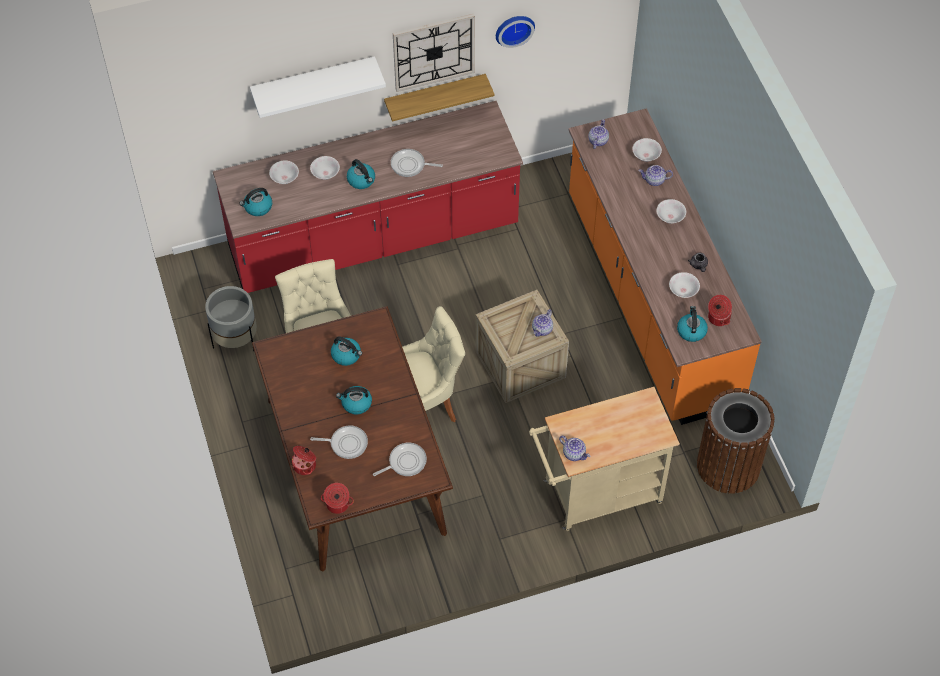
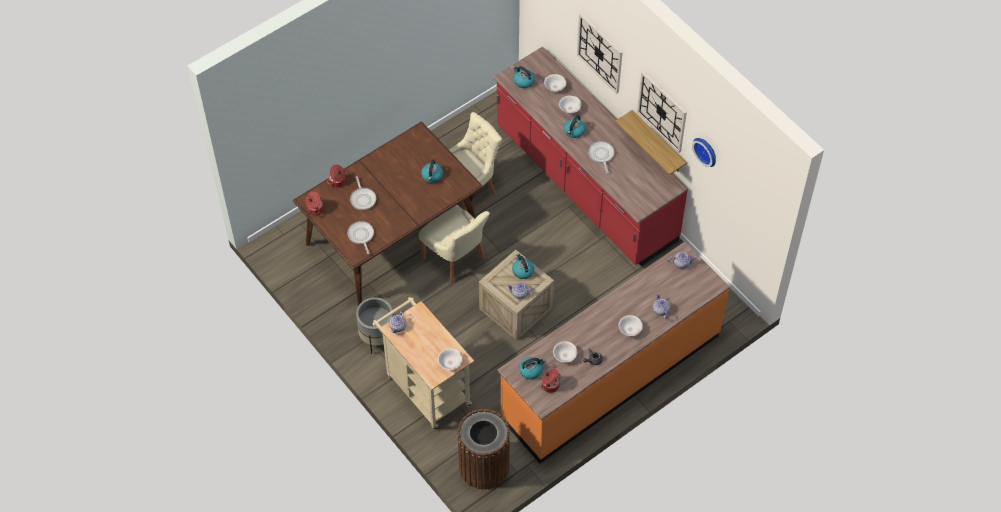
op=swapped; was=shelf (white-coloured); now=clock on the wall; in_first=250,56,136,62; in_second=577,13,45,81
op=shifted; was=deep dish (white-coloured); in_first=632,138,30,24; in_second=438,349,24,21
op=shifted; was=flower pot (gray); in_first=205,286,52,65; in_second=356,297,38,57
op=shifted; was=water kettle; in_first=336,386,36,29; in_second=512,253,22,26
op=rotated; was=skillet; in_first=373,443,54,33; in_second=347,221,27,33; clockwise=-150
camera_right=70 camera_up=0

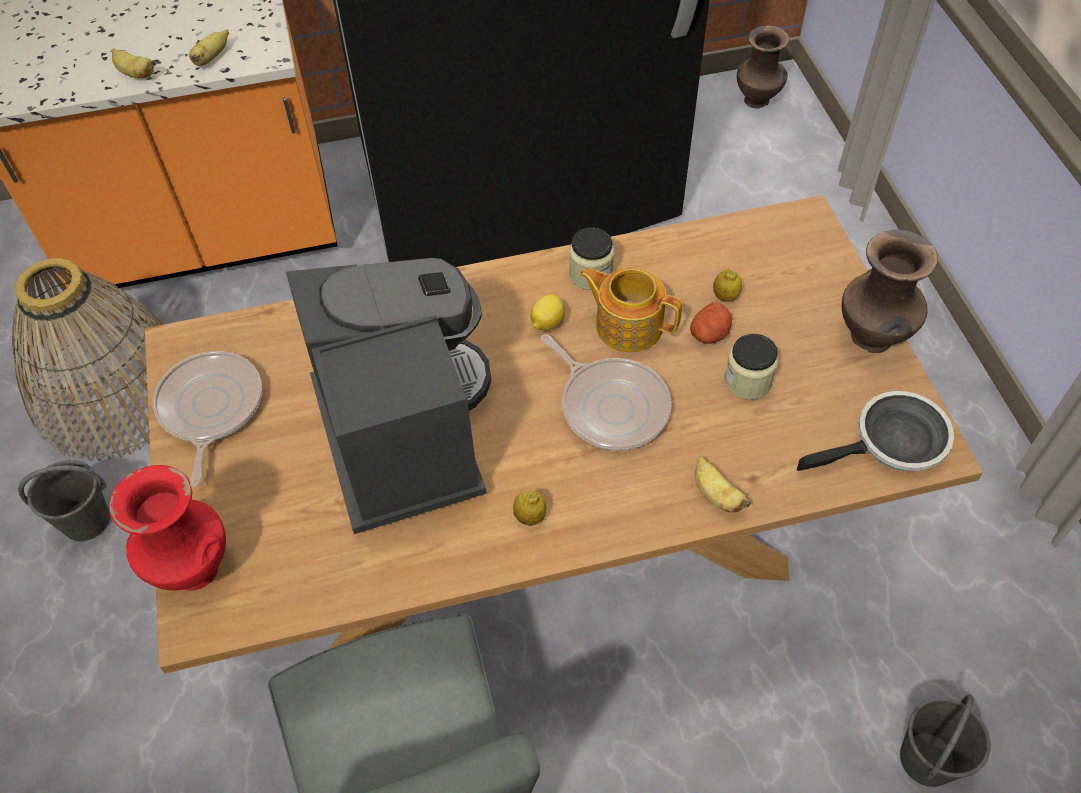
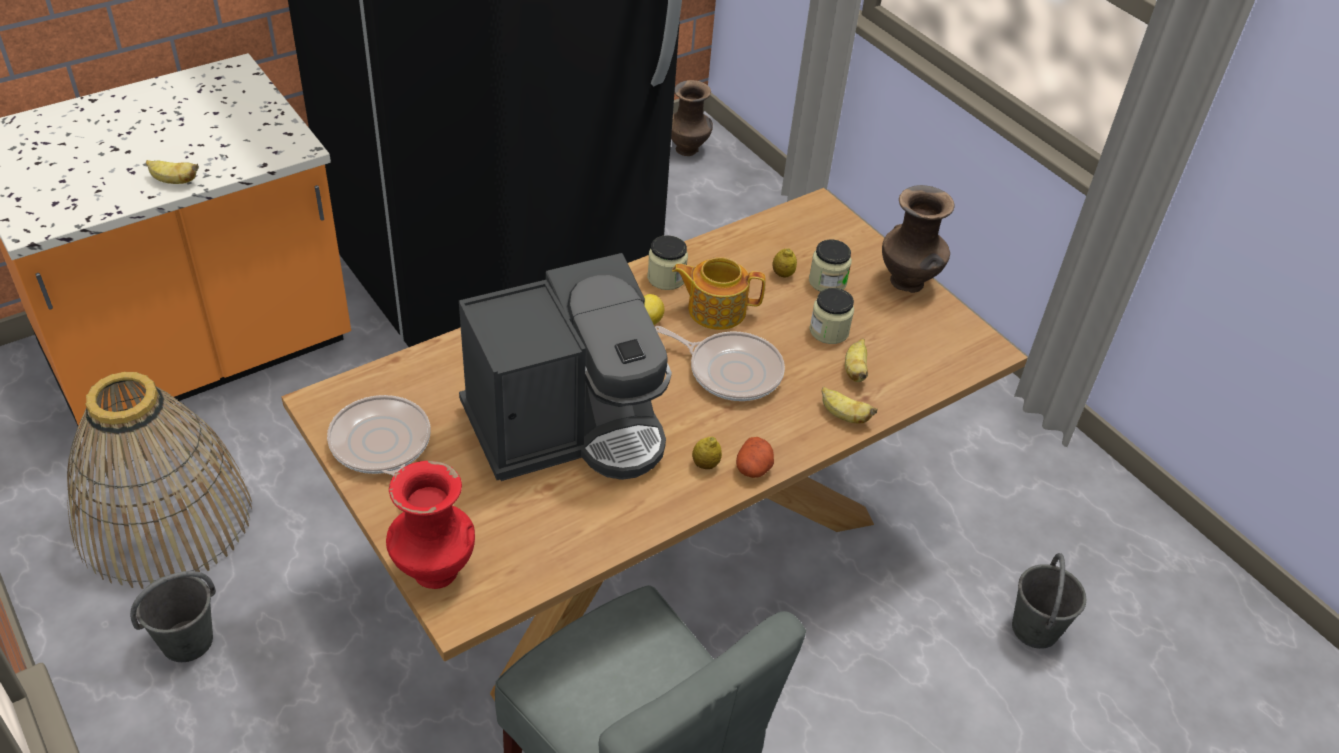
op=shifted; was=banana fruit; in_first=189,29,40,37; in_second=845,339,23,43
op=rotated; was=coffee machine; in_first=286,258,205,276; in_second=459,253,213,228; clockwise=105
op=shifted; was=spud; in_first=690,302,42,42; in_second=736,437,38,41
op=gone; was=skillet; in_first=797,391,157,80
op=new; now=storage jar; in_second=809,239,43,53
camera_right=-25 camera_up=-10

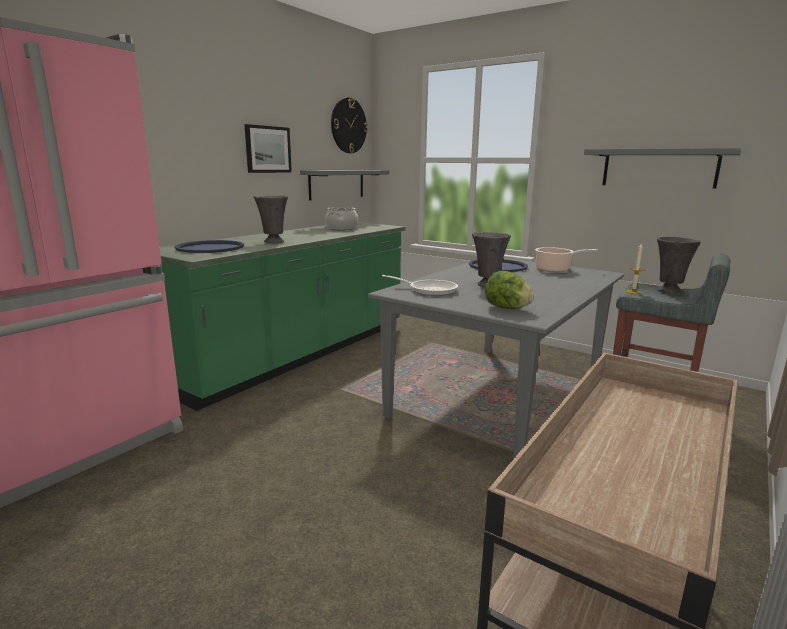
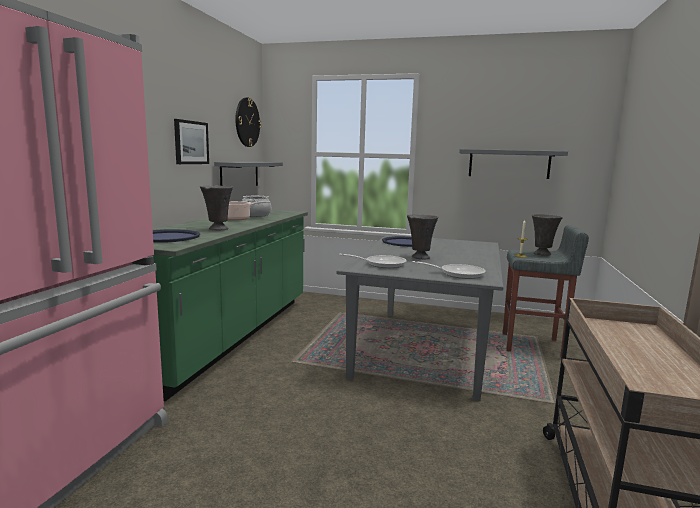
op=shifted; was=saucepot; in_first=535,247,63,25; in_second=228,201,42,19
op=swapped; was=lettuce; now=skillet; in_first=485,271,49,38; in_second=412,261,74,18
camera_right=-20 camera_up=-5

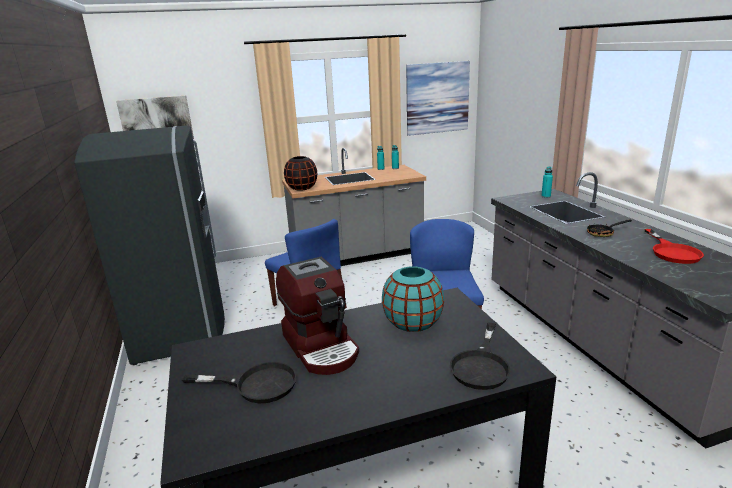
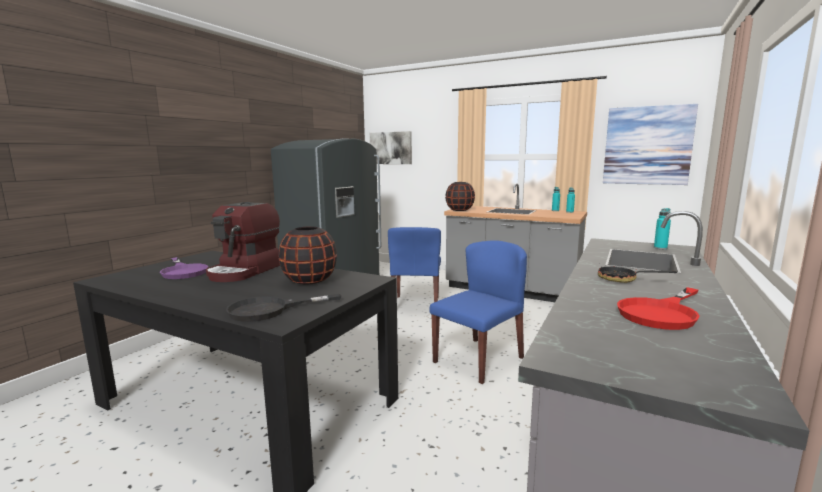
op=repainted; was=vase (blue-green); now=vase (black-coloured); in_first=382,266,62,66; in_second=278,227,59,58
op=repainted; was=skillet (black-coloured); now=skillet (purple); in_first=182,362,115,41; in_second=160,257,48,22
camera_right=45 camera_up=-10

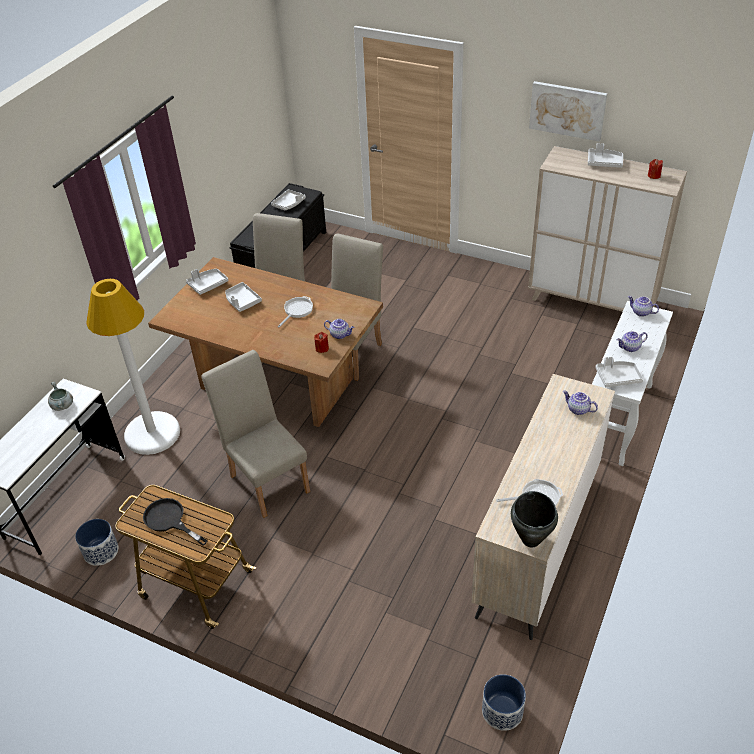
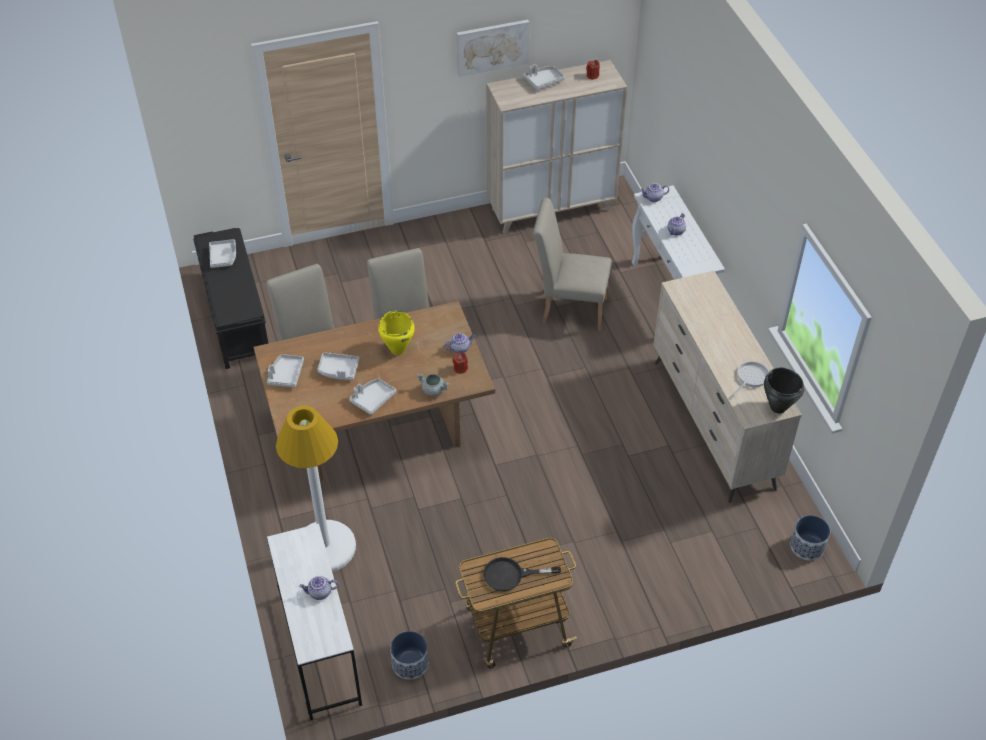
op=swapped; was=skillet; now=saucepot (yellow-coloured); in_first=278,296,35,31; in_second=378,311,37,44
op=shifted; was=chair (beige-coloured); in_first=201,350,109,168; in_second=533,198,79,134
op=shifted; was=carrying tray (gray); in_first=595,357,48,30; in_second=349,378,47,37
op=shifted; was=saucepot (gray); in_first=48,382,25,29; in_second=417,373,33,23
op=shifted; was=teapot; in_first=563,391,35,24; in_second=299,576,40,24
camera_right=-45 camera_up=5

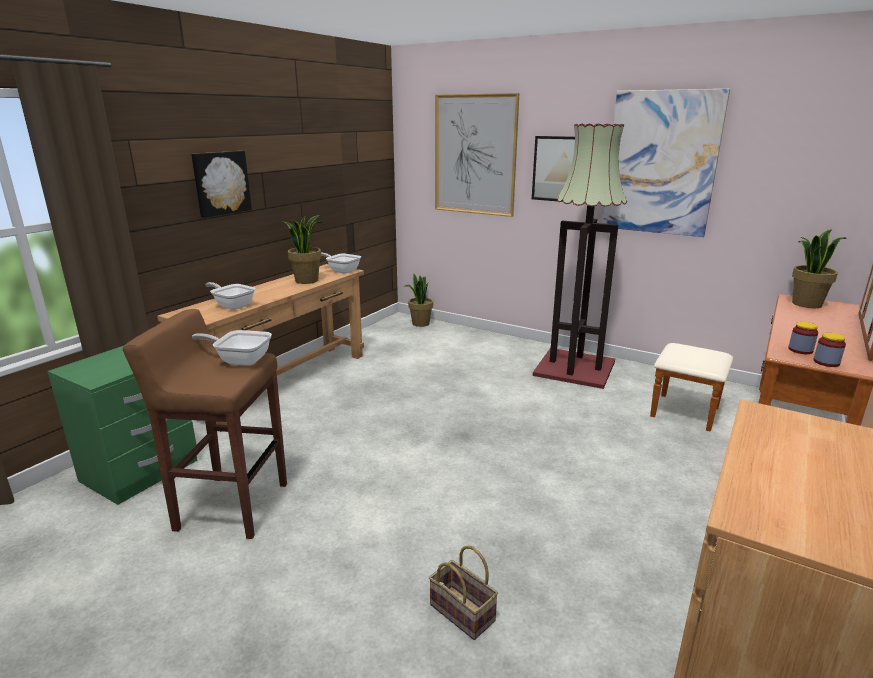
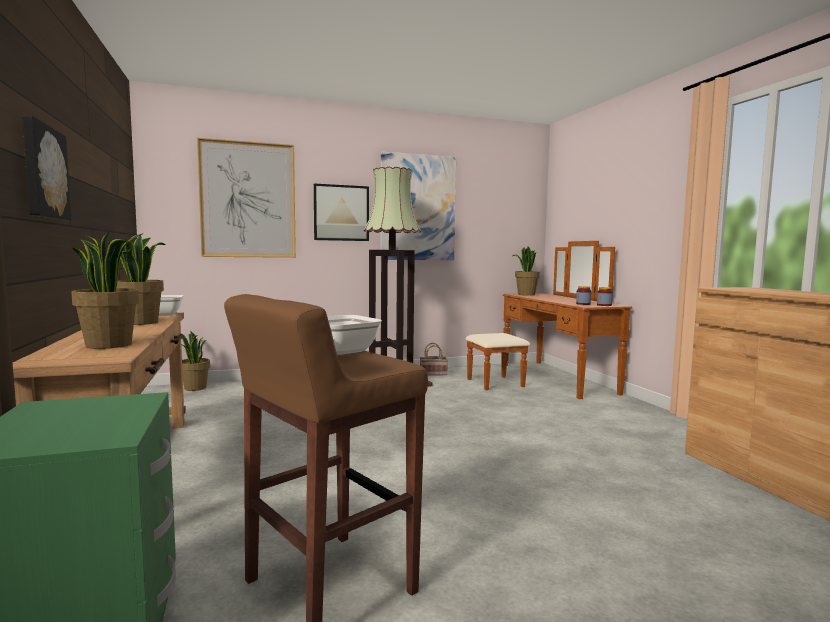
op=swapped; was=skillet; now=houseplant; in_first=205,282,50,28; in_second=71,230,72,119
op=shifted; was=storage basket; in_first=429,546,69,94; in_second=420,343,28,33
camera_right=-50 camera_up=-15

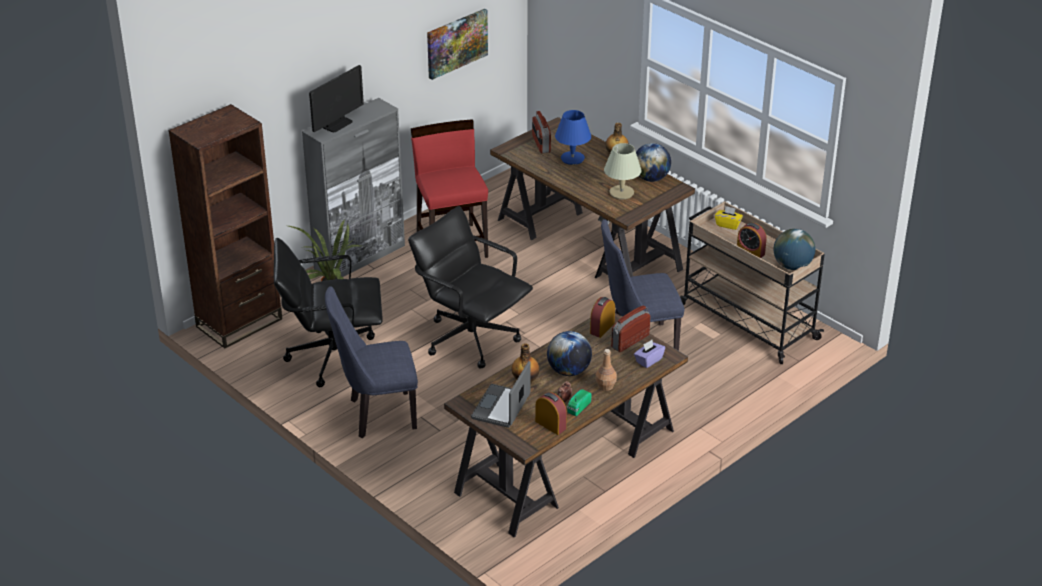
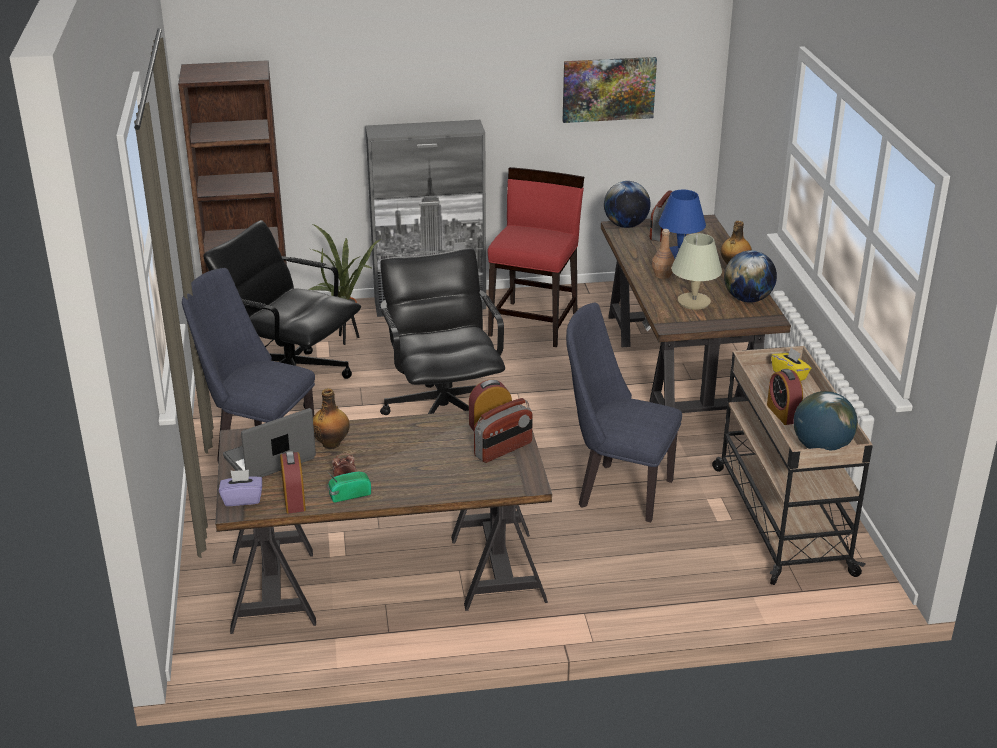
op=gone; was=computer screen; in_first=309,65,55,67
op=rotated; was=radio; in_first=611,306,39,46; in_second=474,398,59,65; clockwise=150
op=shifted; was=globe; in_first=547,331,45,45; in_second=604,181,46,47
op=shifted; was=tissue holder (purple); in_first=634,340,31,28; in_second=219,470,43,36
op=shifted; was=drink bottle (brown); in_first=595,349,22,42; in_second=652,229,23,50
camera_right=35 camera_up=-5

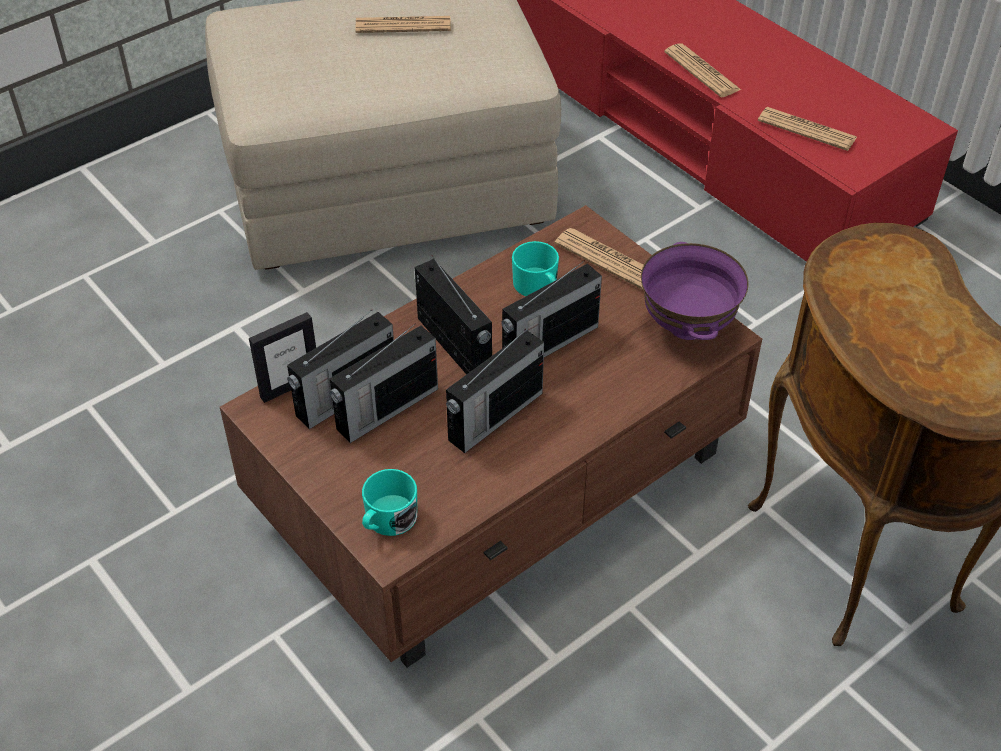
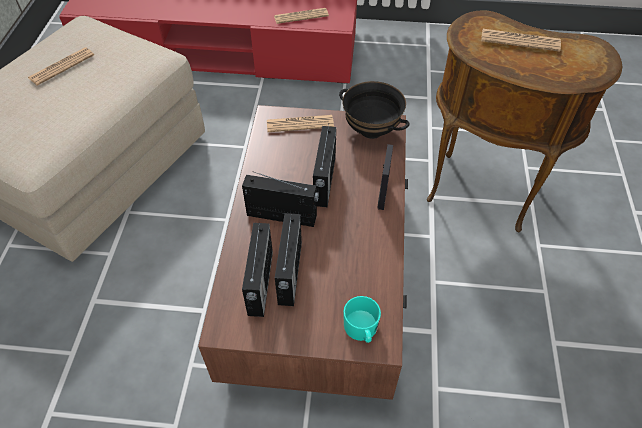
op=shifted; was=printed paper; in_first=664,43,77,55; in_second=481,29,80,23
op=gone; was=tea mug (blue-green); in_first=512,241,47,55
op=repainted; was=deep dish (purple); now=deep dish (black-coloured); in_first=641,242,108,98; in_second=339,81,71,58
op=shifted; was=standing frame; in_first=249,312,67,91; in_second=377,144,16,66
op=gone; was=radio; in_first=446,329,98,124
camera_right=-45 camera_up=5

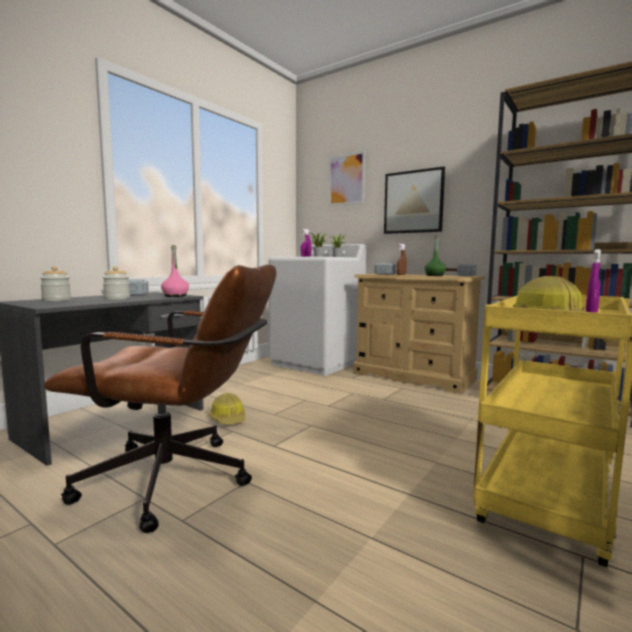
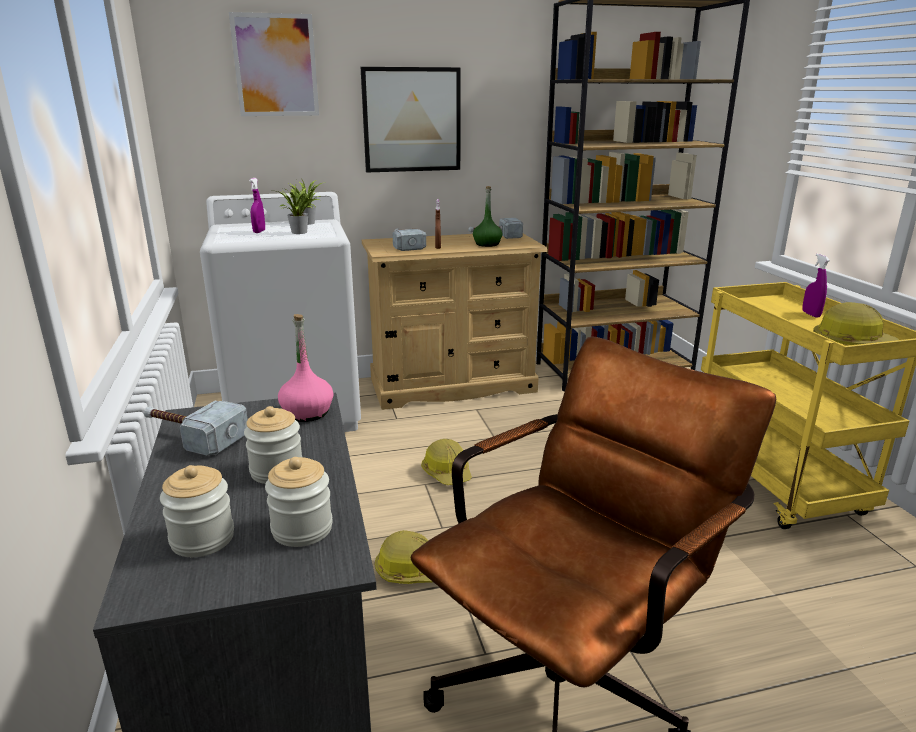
op=new; now=work helmet; in_second=421,439,51,46
op=new; now=storage jar; in_second=265,457,68,90
camera_right=-50 camera_up=15

